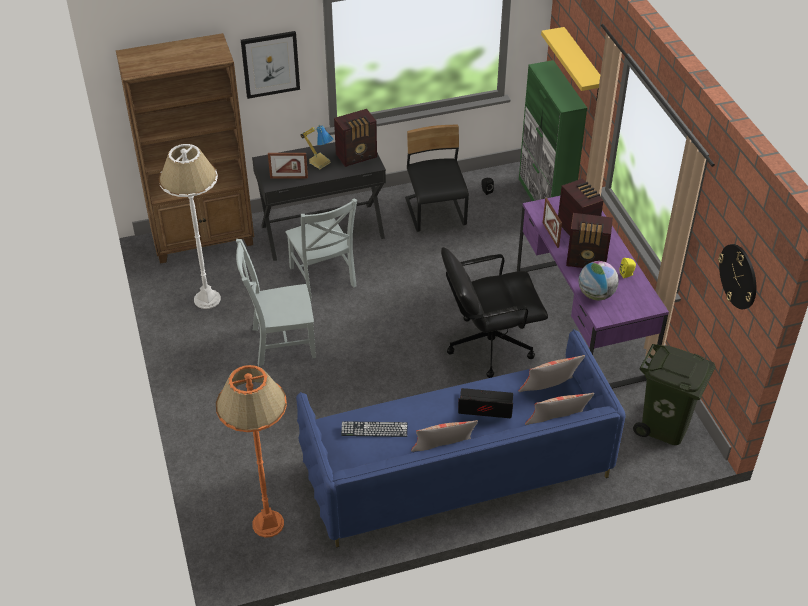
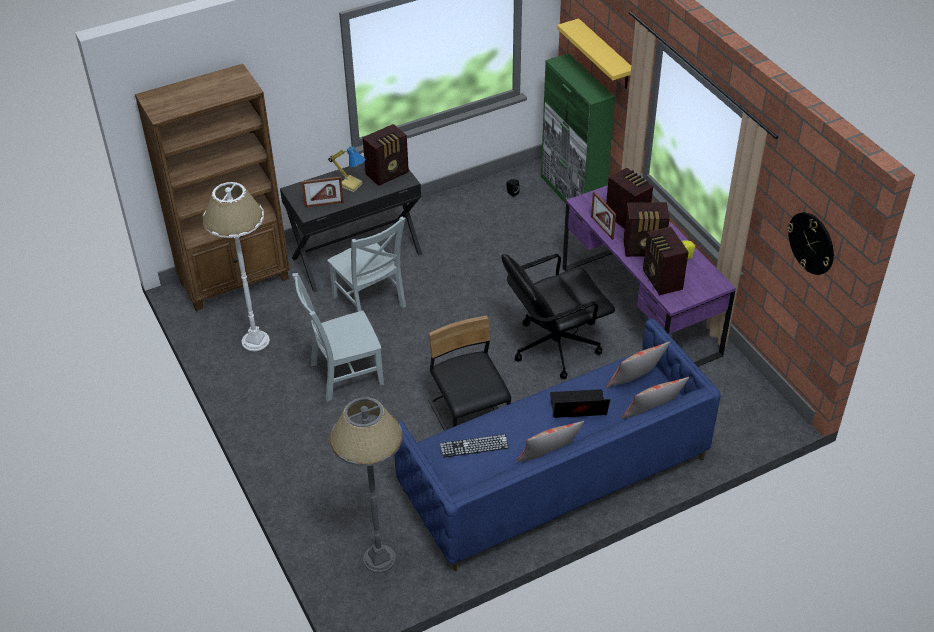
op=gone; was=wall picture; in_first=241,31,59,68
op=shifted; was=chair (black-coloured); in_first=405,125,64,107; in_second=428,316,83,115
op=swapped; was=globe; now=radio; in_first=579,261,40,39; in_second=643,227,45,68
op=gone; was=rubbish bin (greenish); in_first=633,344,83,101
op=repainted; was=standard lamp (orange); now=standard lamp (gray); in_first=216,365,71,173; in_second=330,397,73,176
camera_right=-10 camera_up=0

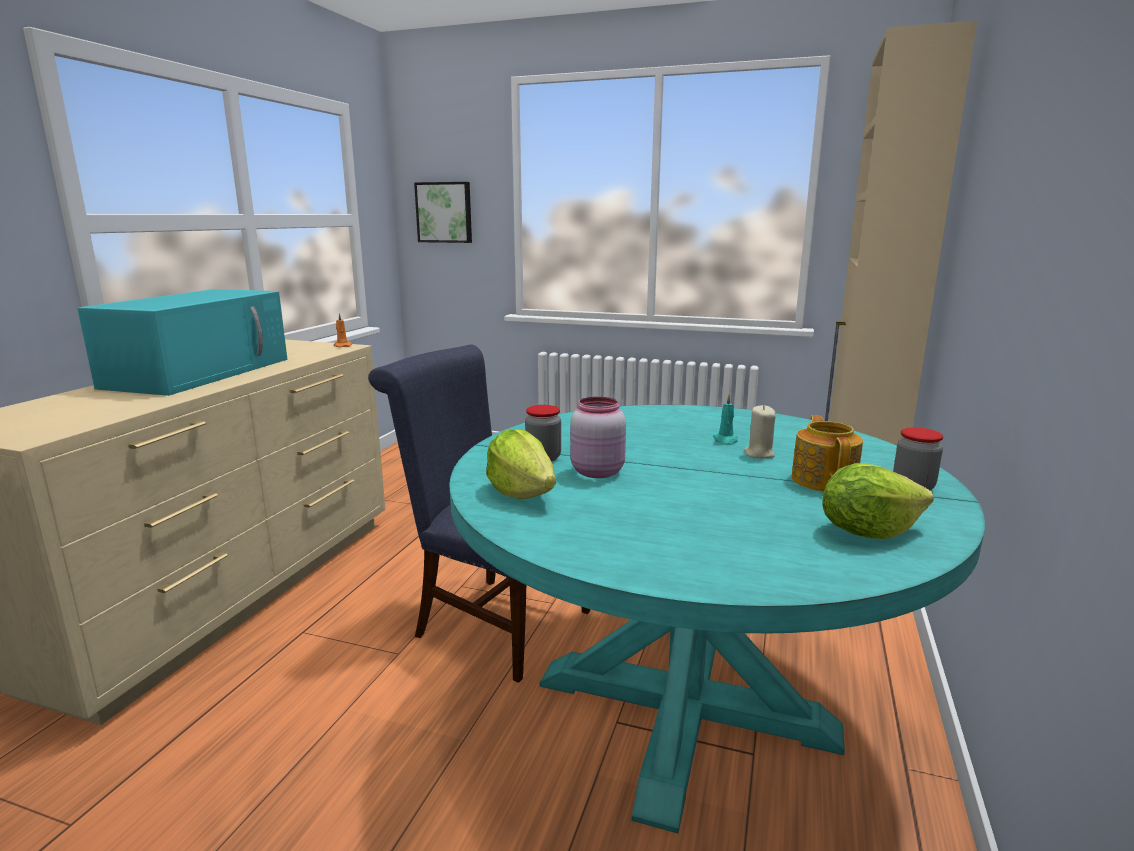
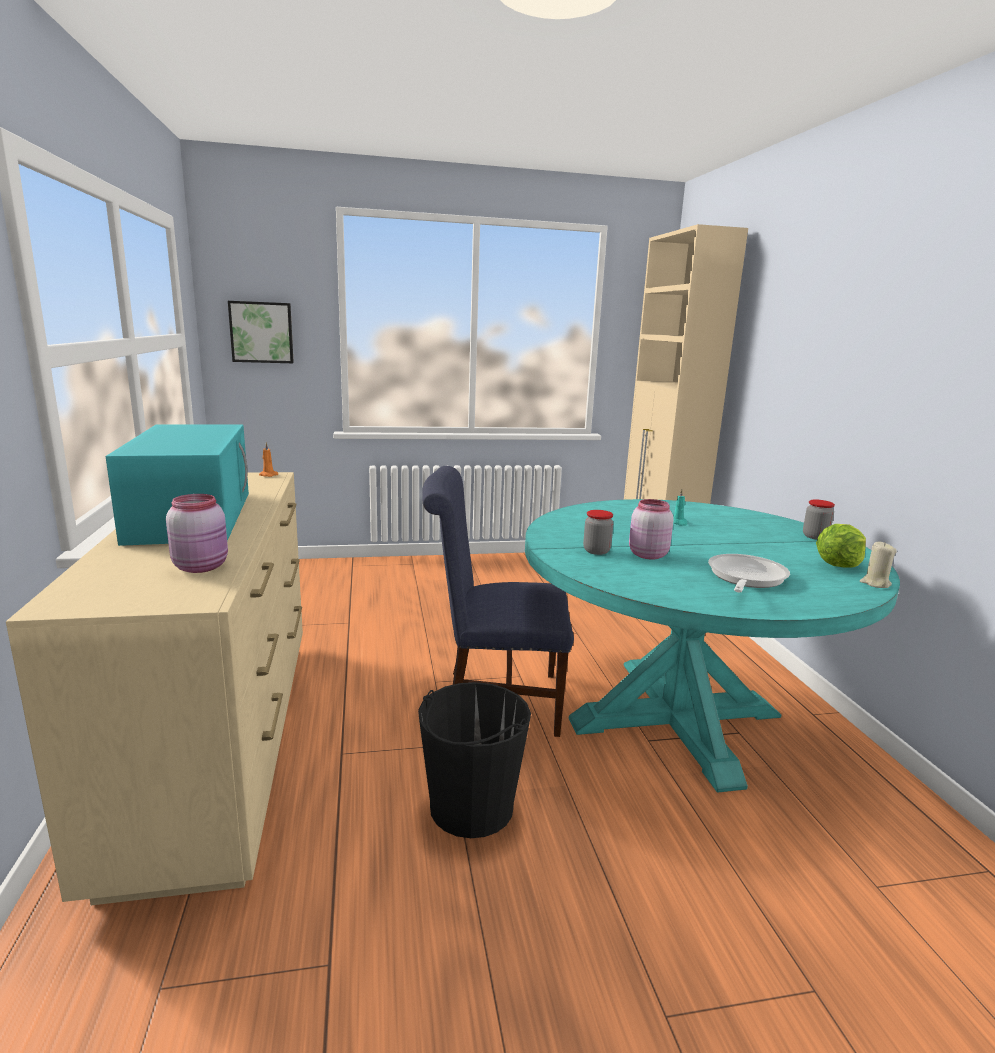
op=shifted; was=wax candle (beige-coloured); in_first=744,405,32,54; in_second=860,542,37,46
op=gone; was=teapot; in_first=792,415,71,76
op=gone; was=lettuce; in_first=486,429,70,70
op=new; now=storage jar (pink-coloured); in_second=166,494,62,79
op=new; now=skillet; in_second=708,554,82,38
op=new; now=water bucket (black-coloured); in_second=418,682,113,156
camera_right=-30 camera_up=0

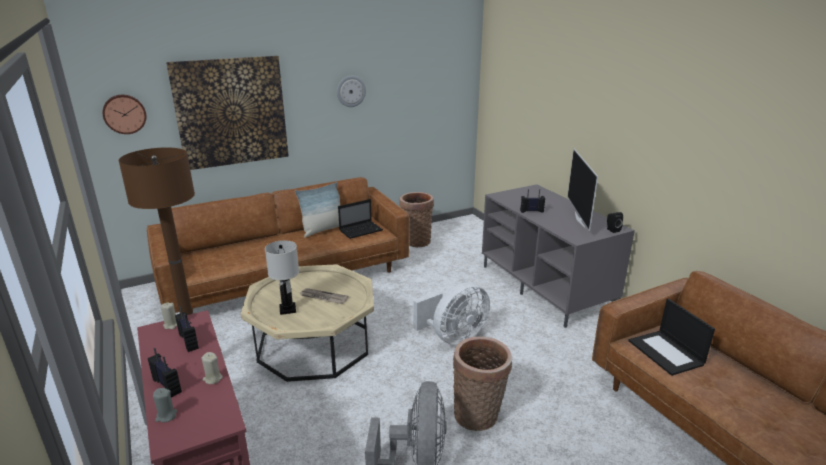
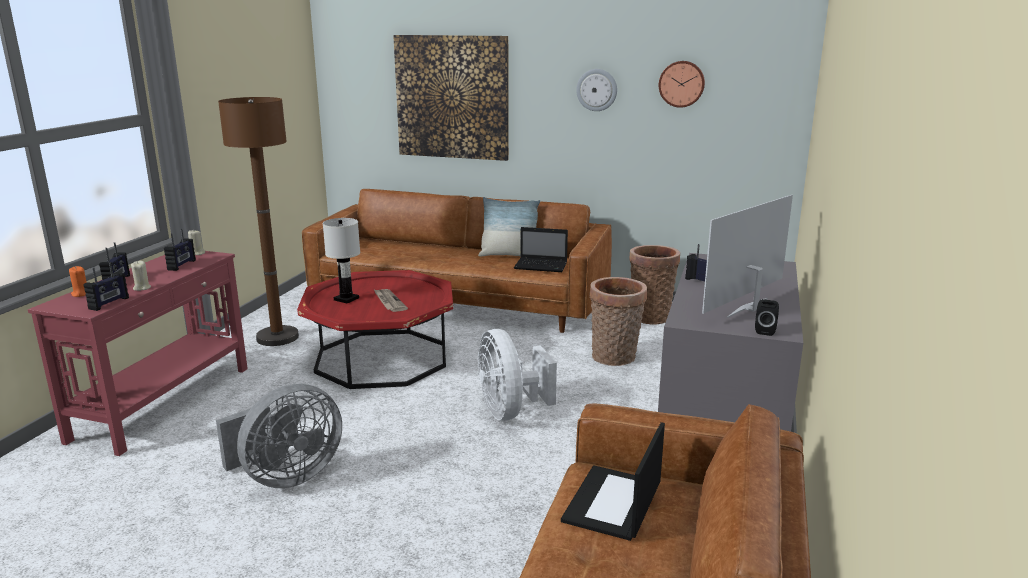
op=shifted; was=clock on the wall; in_first=103,95,43,39; in_second=659,61,46,47
op=repainted; was=coffee table (beige-coloured); now=coffee table (red-coloured); in_first=241,264,133,118; in_second=297,270,156,119
op=rotated; was=electric fan (white-coloured); in_first=413,282,77,63; in_second=477,329,80,92; clockwise=60
op=shifted; was=storage basket; in_first=453,336,59,95; in_second=589,277,58,89
op=repainted; was=wax candle (gray); now=wax candle (orange); in_first=153,388,24,34; in_second=69,266,18,31
op=new; now=radio; in_second=83,262,46,49
camera_right=45 camera_up=-5

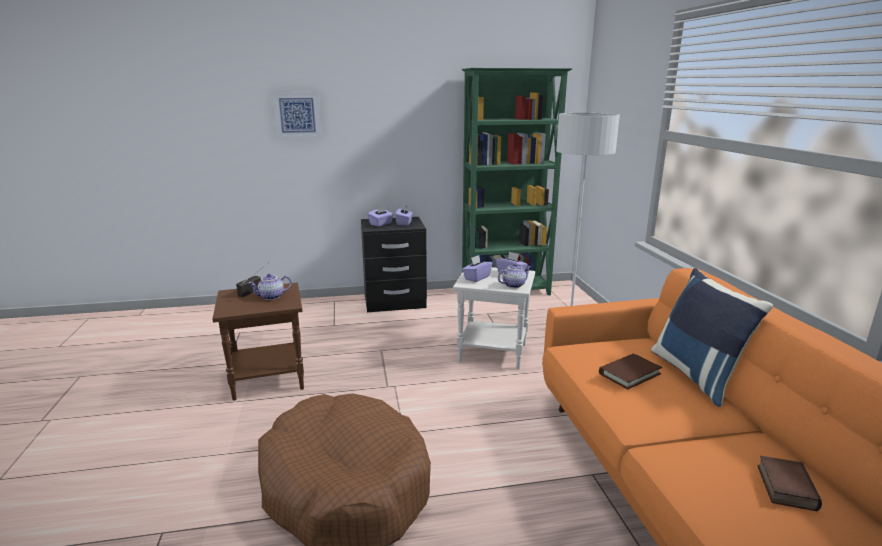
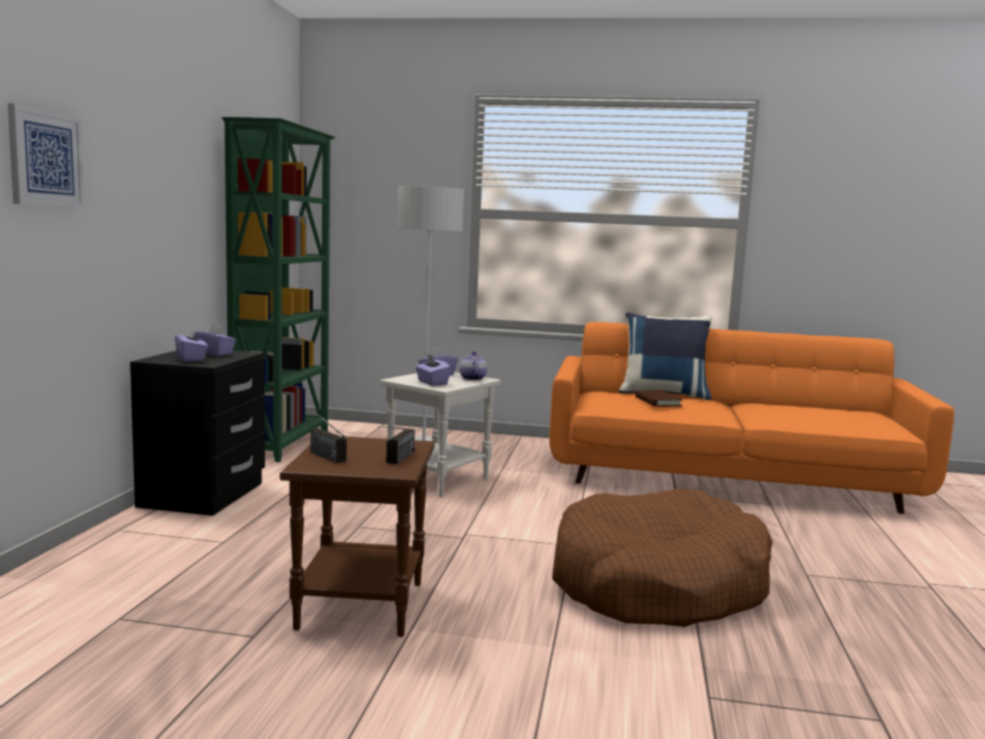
op=gone; was=teapot; in_first=248,274,44,26
op=gone; was=bound book; in_first=758,456,64,55
op=new; now=radio; in_second=377,426,39,38
camera_right=-70 camera_up=-10

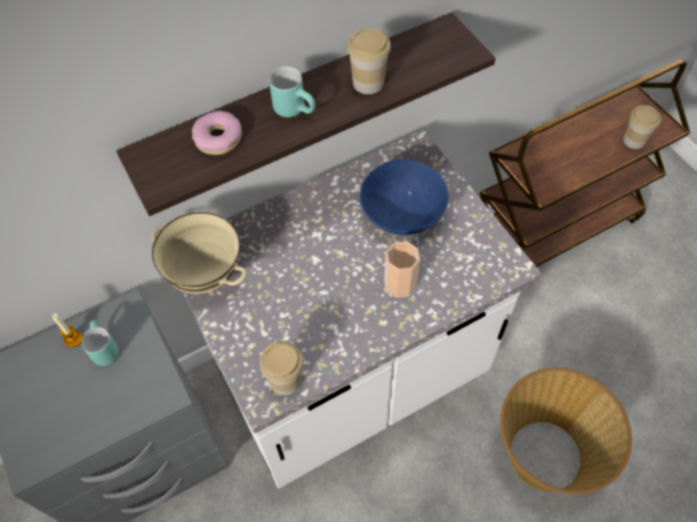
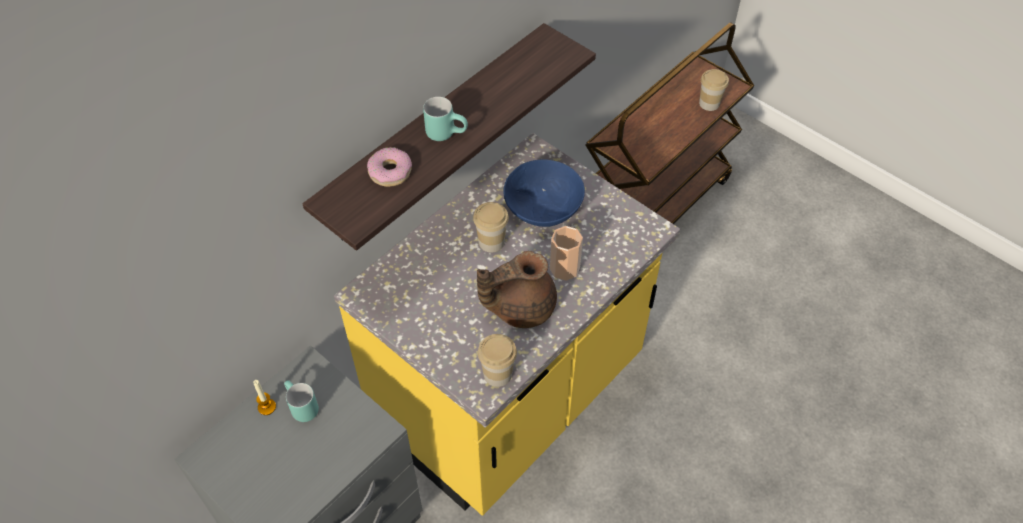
op=shifted; was=cup; in_first=347,28,44,66; in_second=473,202,36,50
op=repainted; was=kitchen base unit (white-coloured); now=kitchen base unit (yellow-coloured); in_first=182,129,360,360; in_second=334,133,346,383
op=gone; was=deep dish (beige-coloured); in_first=151,212,96,82
op=gone; was=storage basket; in_first=500,368,132,126
op=new; now=teapot (brown); in_second=477,251,80,77
camera_right=-20 camera_up=-5

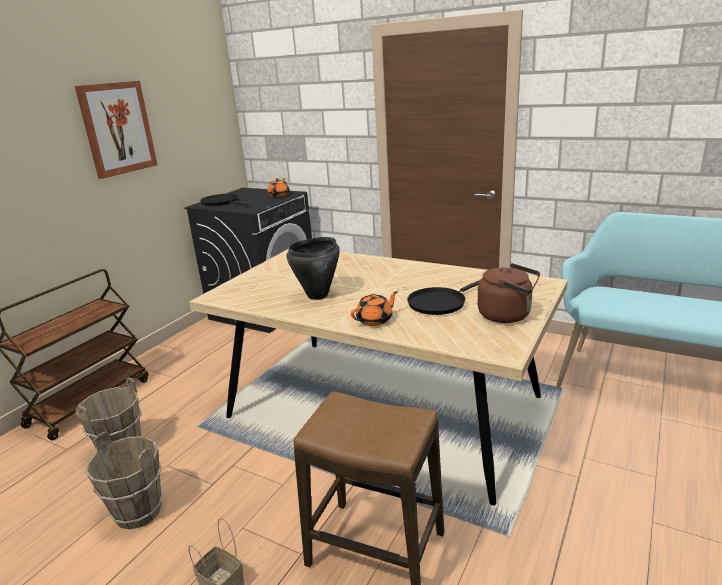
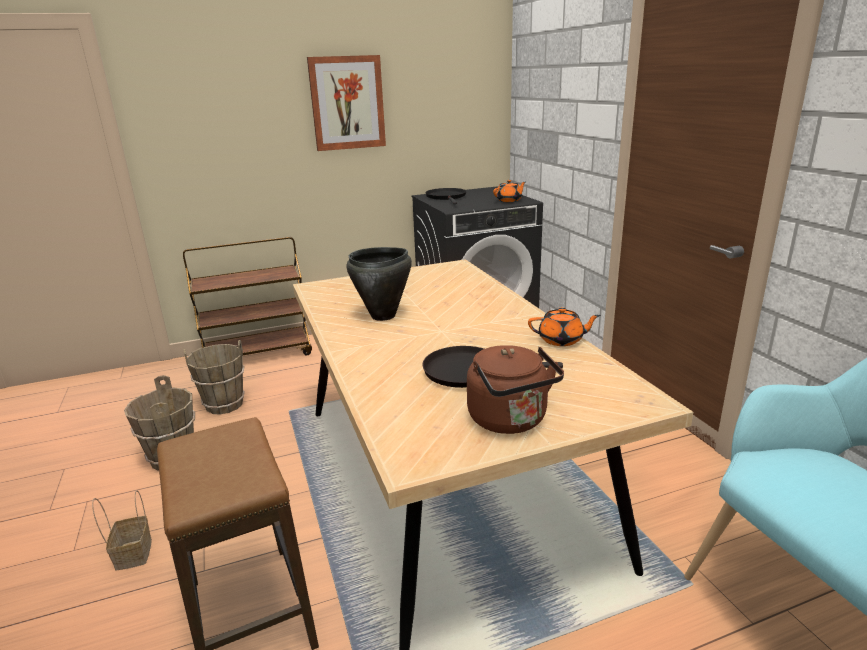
op=shifted; was=teapot (orange); in_first=351,291,47,35; in_second=528,307,73,39
camera_right=40 camera_up=0

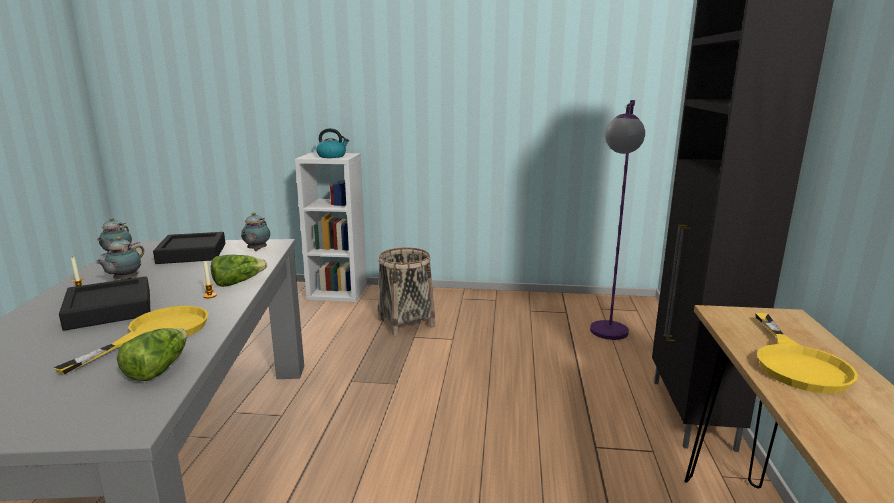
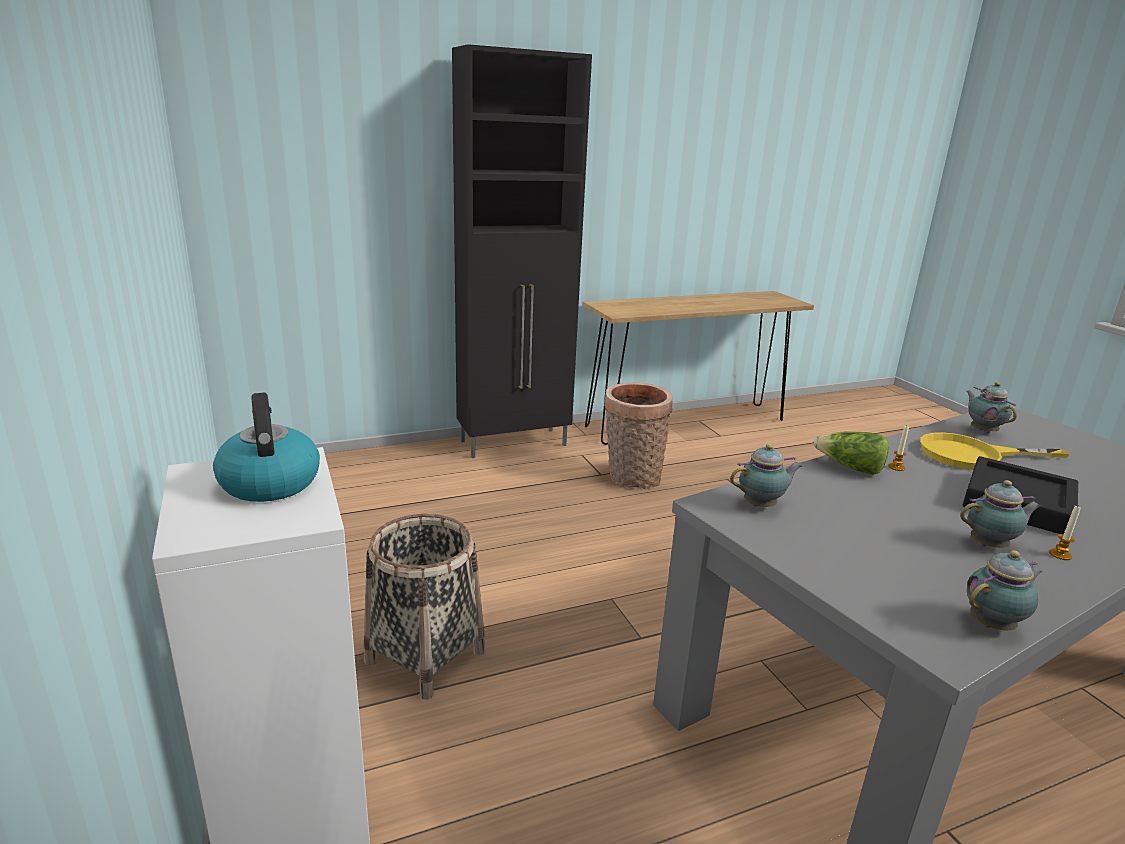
op=gone; was=standard lamp (purple); in_first=590,100,55,240
op=gone; was=carrying tray (black-coloured); in_first=153,232,72,32
op=gone; was=skillet (yellow-coloured); in_first=755,313,103,80
op=swapped; was=lettuce; now=teapot; in_first=117,328,70,53; in_second=966,382,51,52
op=new; now=storage basket; in_second=604,383,69,107
camera_right=-120 camera_up=5

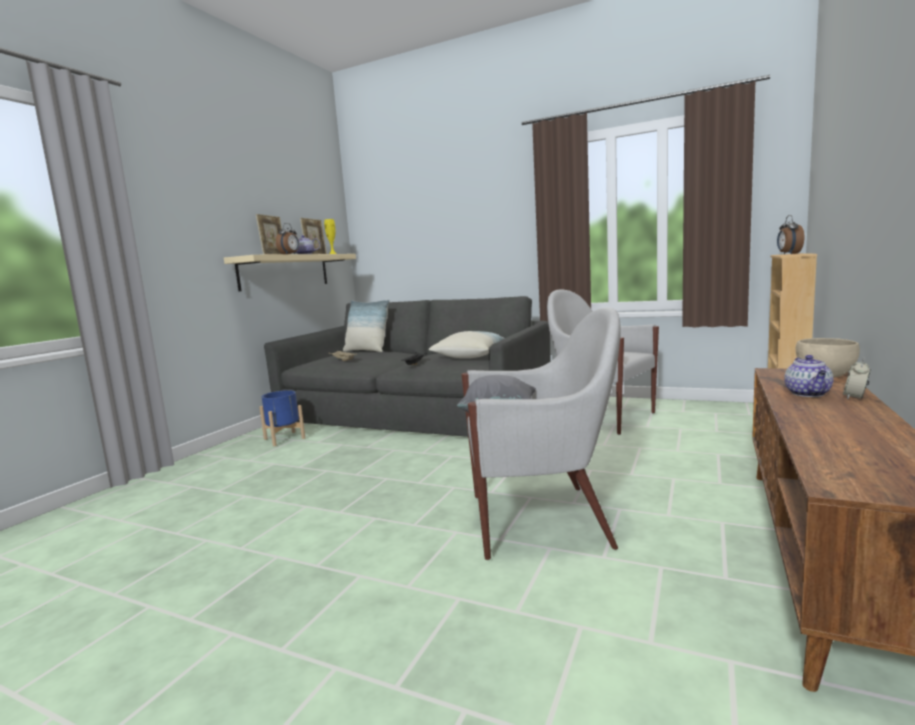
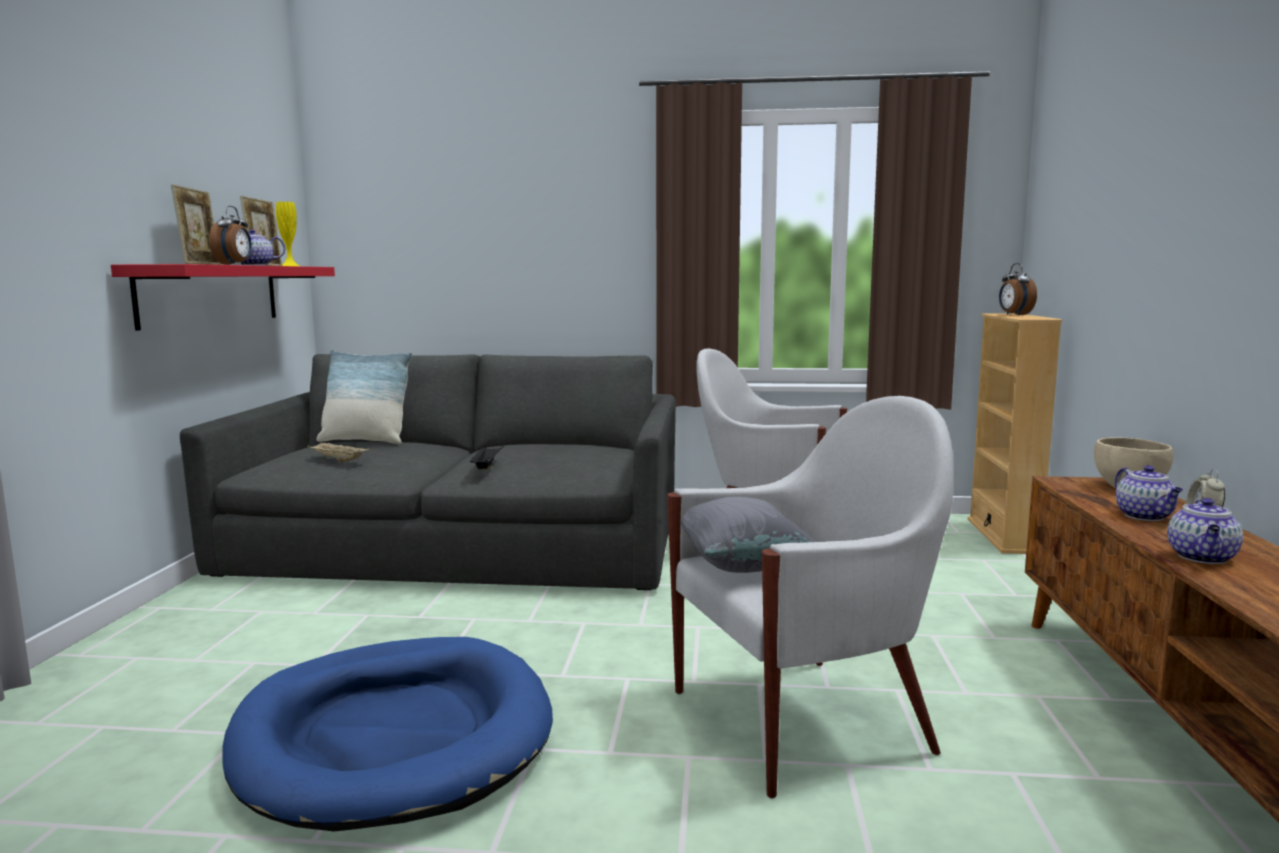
op=repainted; was=shelf (beige-coloured); now=shelf (red-coloured); in_first=224,254,132,37; in_second=111,264,224,67
op=gone; was=cushion; in_first=428,331,76,27
op=gone; was=flower pot (blue); in_first=259,390,46,56
op=new; now=teapot; in_second=1167,498,76,66
op=new; now=dog cushion (blue); in_second=222,637,331,194
camera_right=-20 camera_up=0

